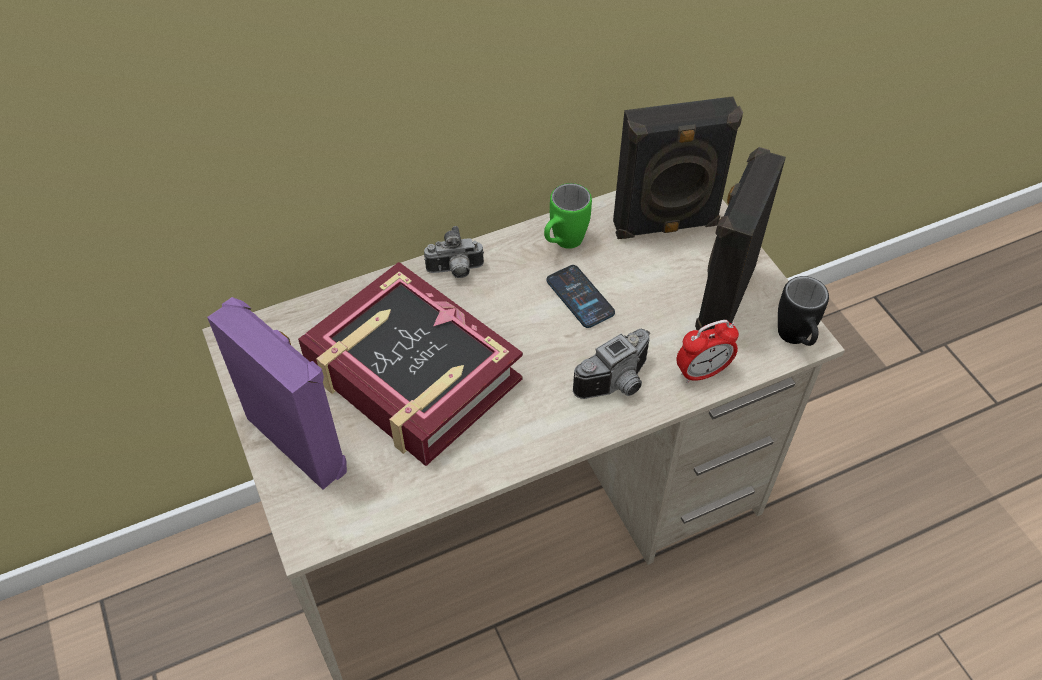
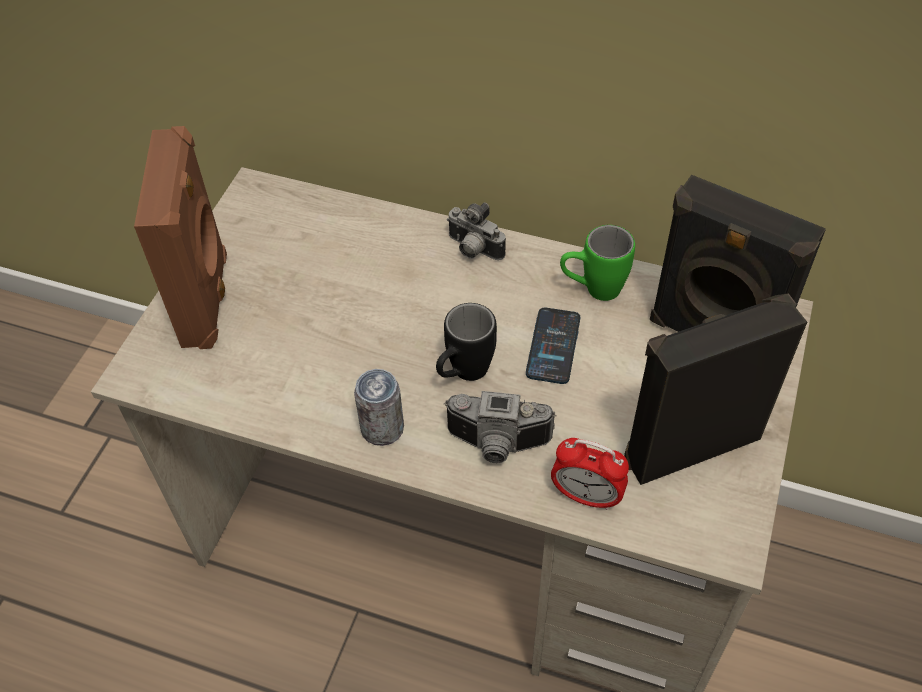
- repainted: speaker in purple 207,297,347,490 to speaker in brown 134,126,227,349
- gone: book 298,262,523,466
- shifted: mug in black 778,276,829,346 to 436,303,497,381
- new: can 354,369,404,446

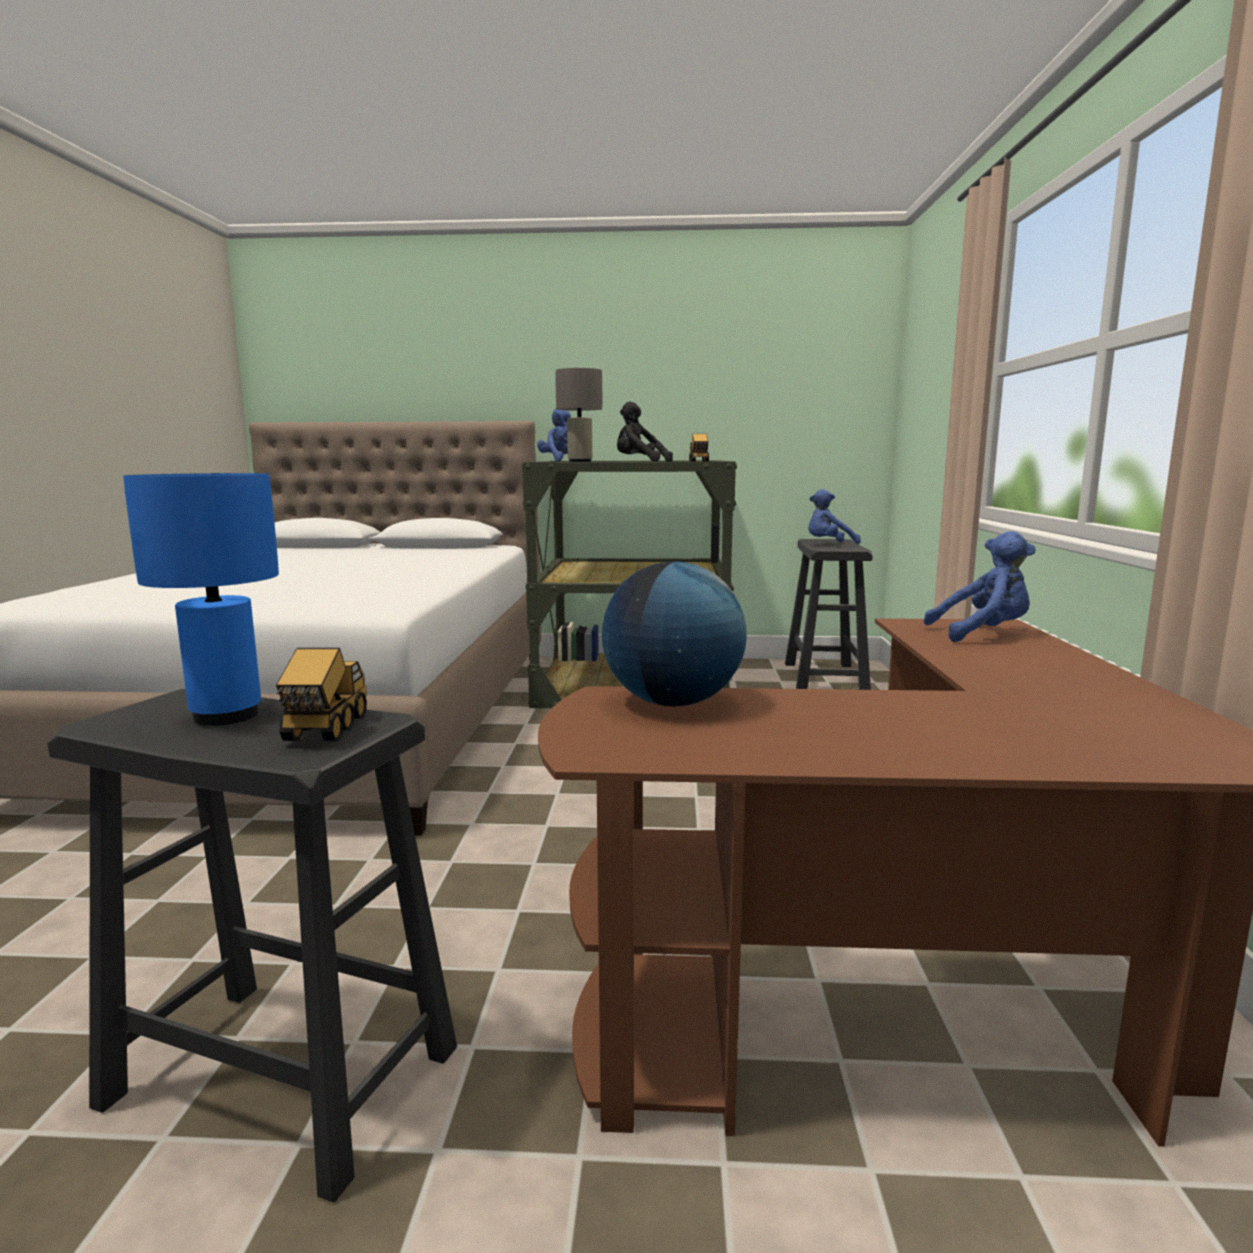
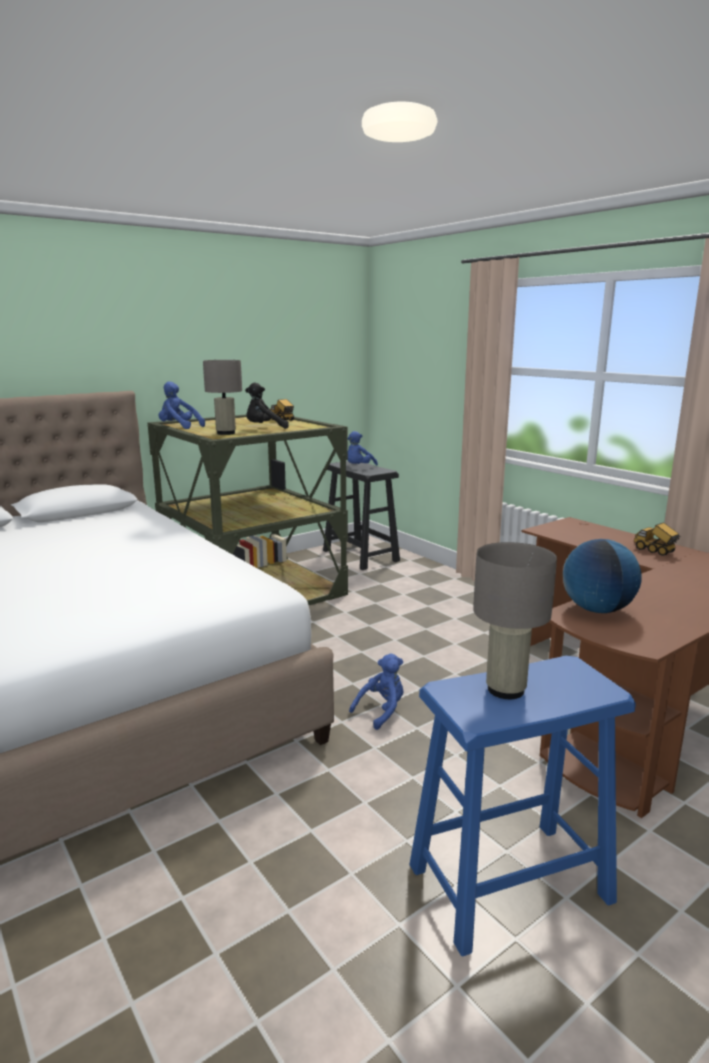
- repainted: stool in black 48,689,457,1202 to stool in blue 409,656,636,956
- repainted: table lamp in blue 123,473,279,726 to table lamp in grey 473,542,557,699
- shifted: toy truck 276,648,367,741 to 634,522,681,556
- shifted: plush toy in blue 924,531,1036,642 to 349,653,403,730

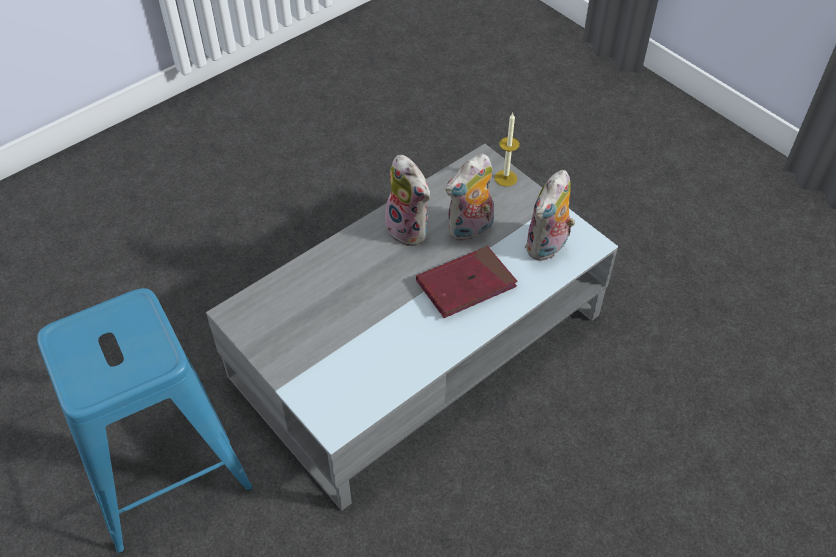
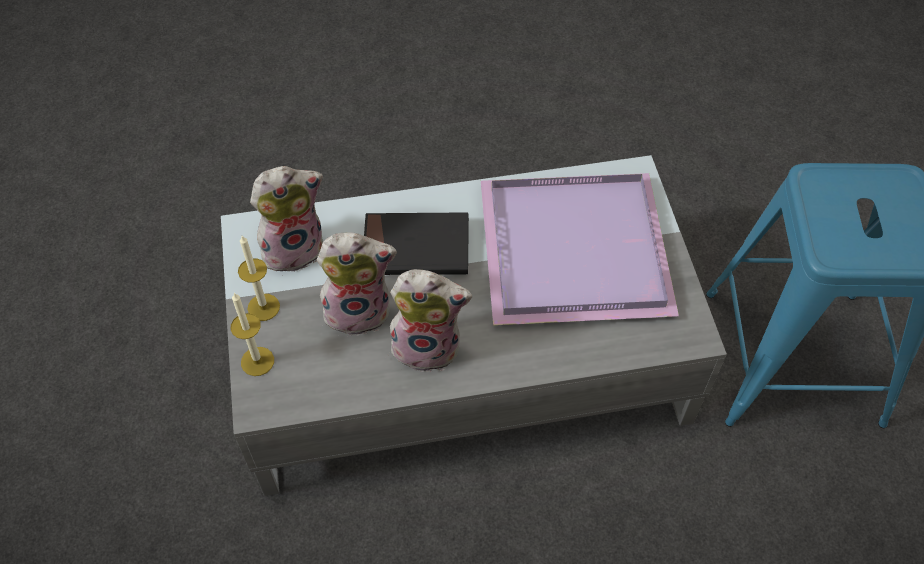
- rotated: plush toy 385,155,430,246 = 390,269,472,372 105 degrees clockwise
- repainted: book in red 416,246,517,318 to book in black 364,212,469,275
- new: candle 238,236,280,321
- new: tray in purple 481,173,679,325

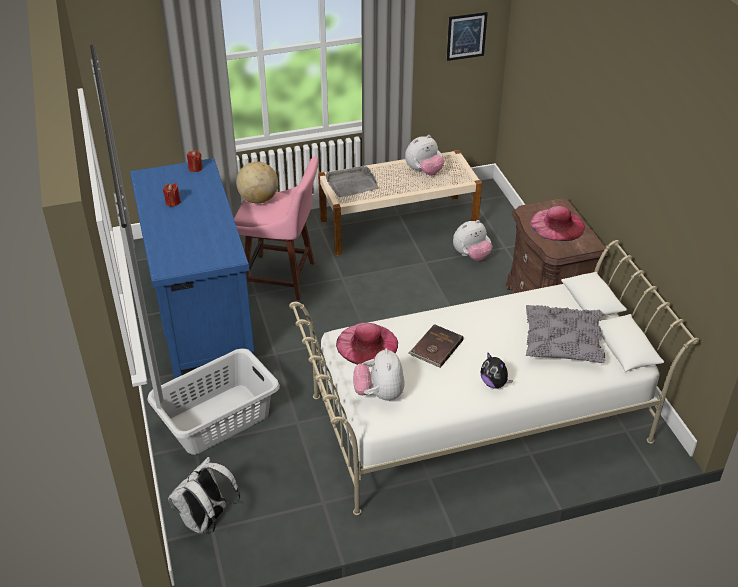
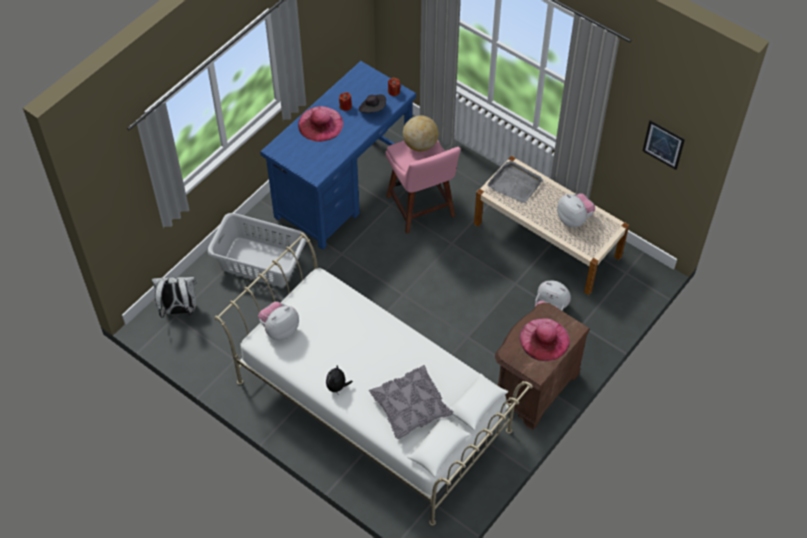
- shifted: hat in pink 336,323,398,365 to 298,106,343,142
- rotated: plush toy 405,135,444,175 = 557,193,595,228 150 degrees counterclockwise
- gone: book in brown 409,324,463,368
- new: hat in black 359,94,386,113

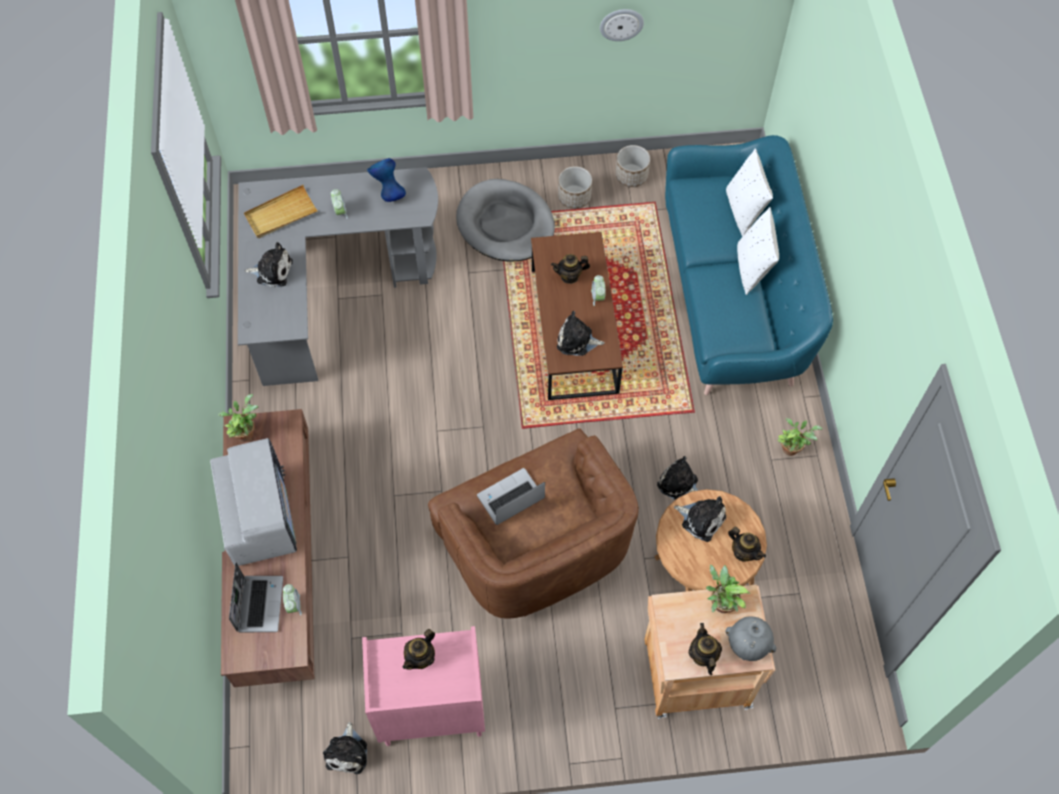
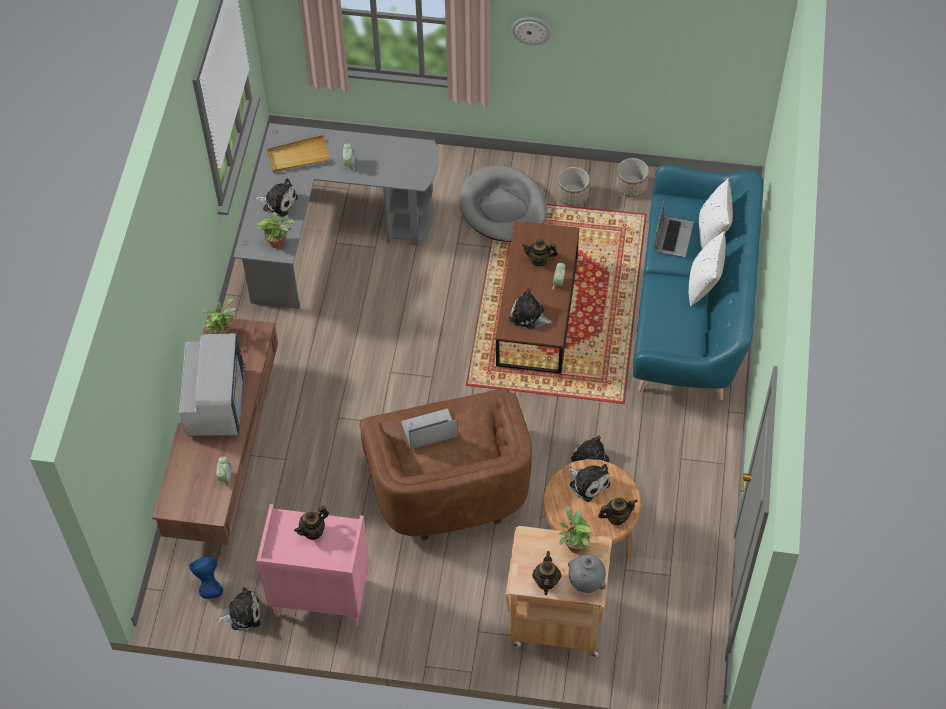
- shifted: laptop 229,563,283,632 to 654,198,694,257
- rotated: plush toy 323,722,367,774 = 217,587,261,630 120 degrees counterclockwise
- shifted: vase in blue 367,158,406,202 to 189,557,223,599
- shifted: wall clock 600,9,644,41 to 511,17,551,45
- rotated: teapot 728,527,766,562 = 598,497,637,525 75 degrees counterclockwise
- shifted: potted plant 777,418,823,456 to 257,212,296,248

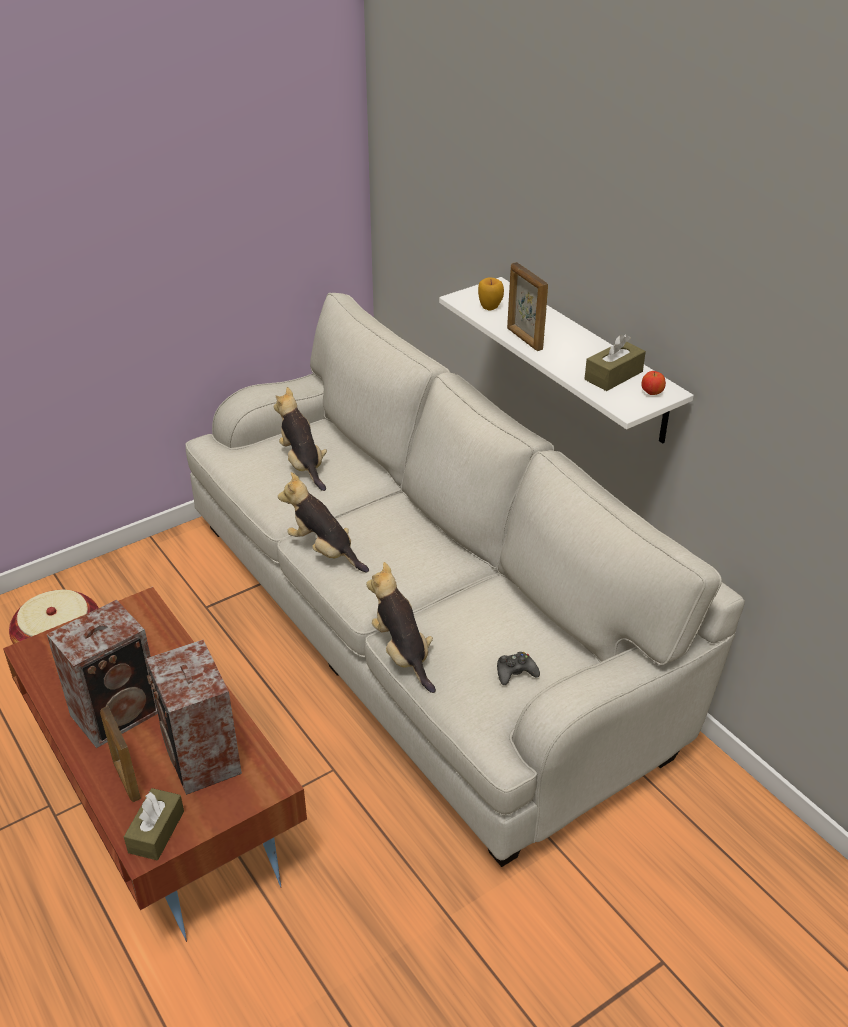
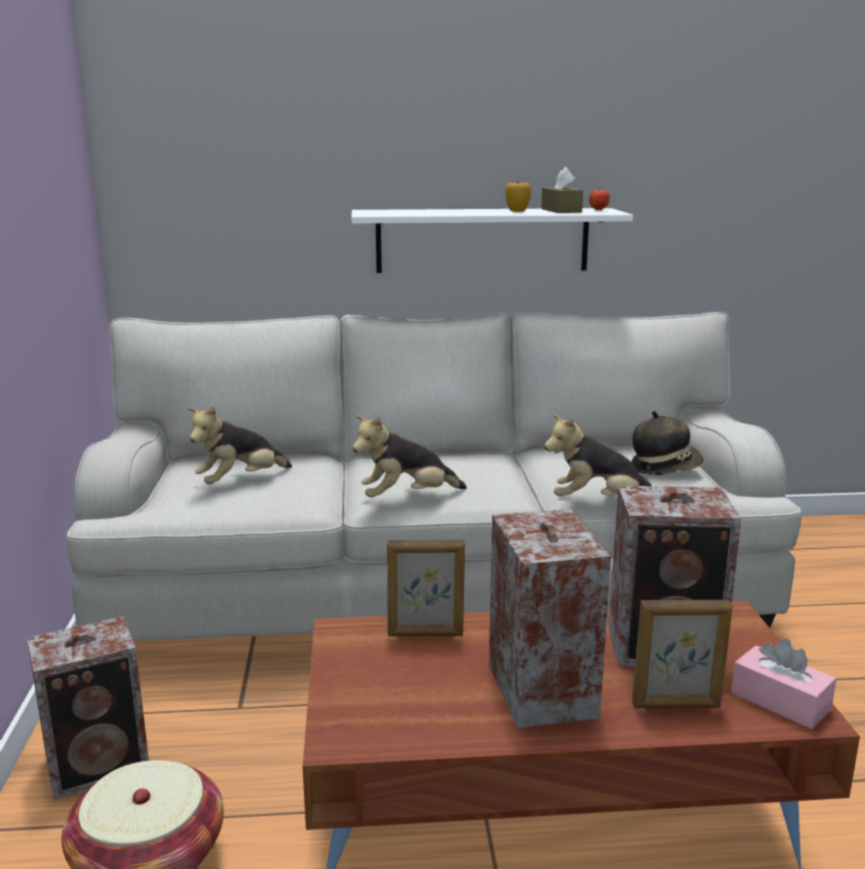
- repainted: tissue box in brown 124,788,184,860 to tissue box in pink 731,639,836,729
- rotated: plush toy 274,387,327,491 = 187,406,292,484 45 degrees counterclockwise
- shifted: apple 478,277,504,310 to 505,181,531,212
- swapped: game controller in black 497,652,540,685 to hat 631,411,703,475
- shifted: picture frame 507,262,548,351 to 387,540,465,636
- new: speaker 27,616,149,800

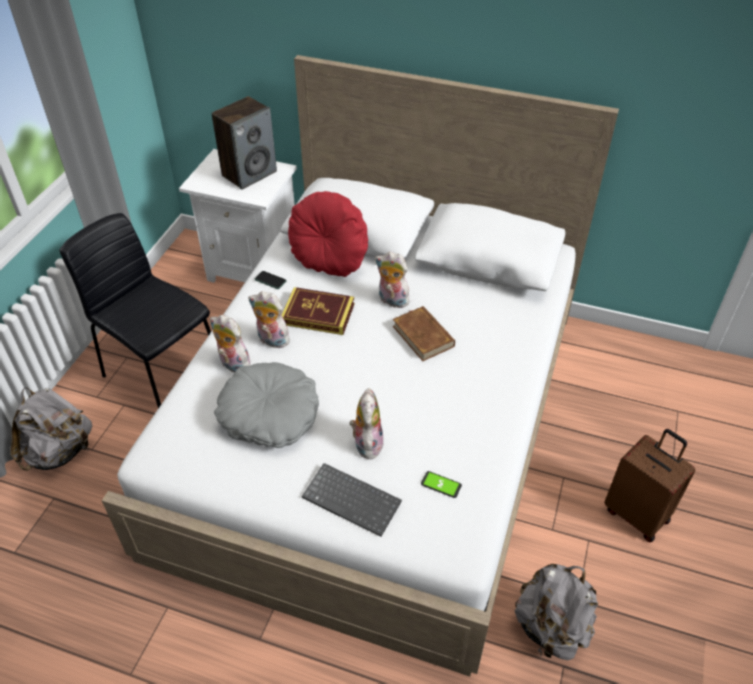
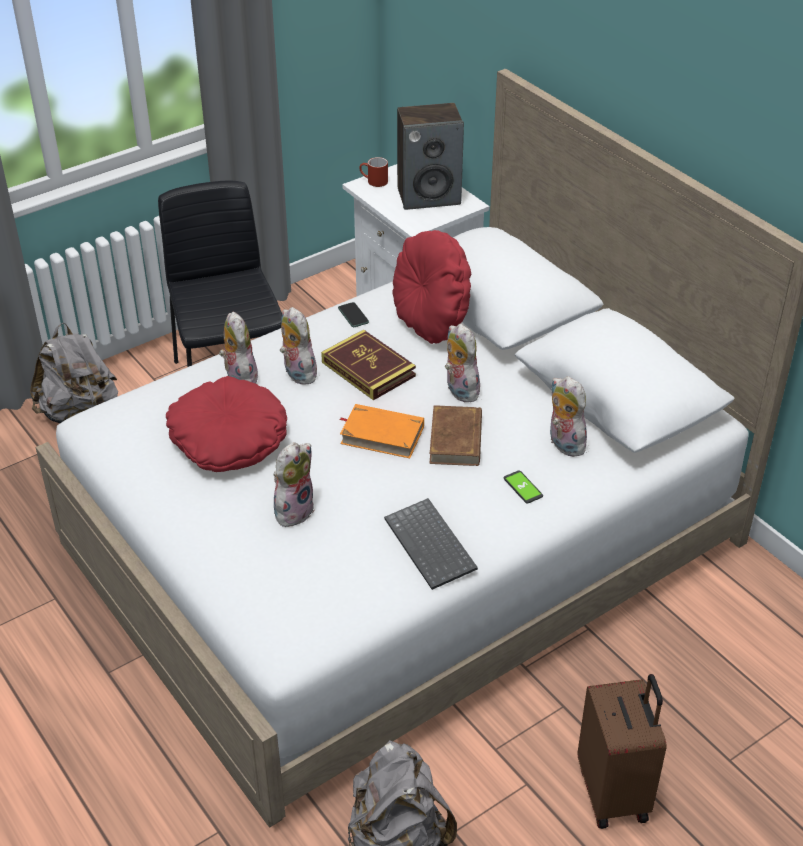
- repainted: pillow in grey 214,362,319,448 to pillow in red 166,376,287,472
- shifted: keyboard 302,463,402,537 to 384,498,478,590
- shifted: phone 421,471,462,498 to 504,471,543,503
- new: book in orange 339,404,424,458
- new: mug in red 359,157,388,187
- new: plush toy 550,376,587,457

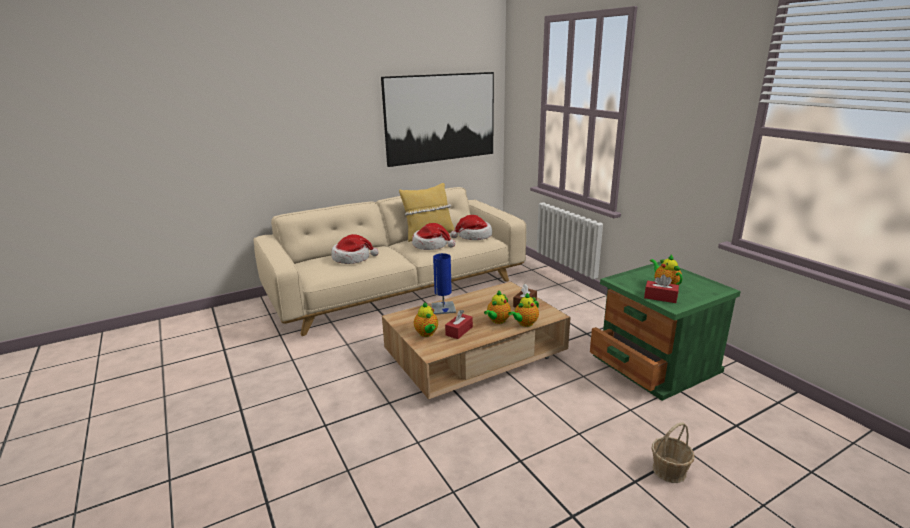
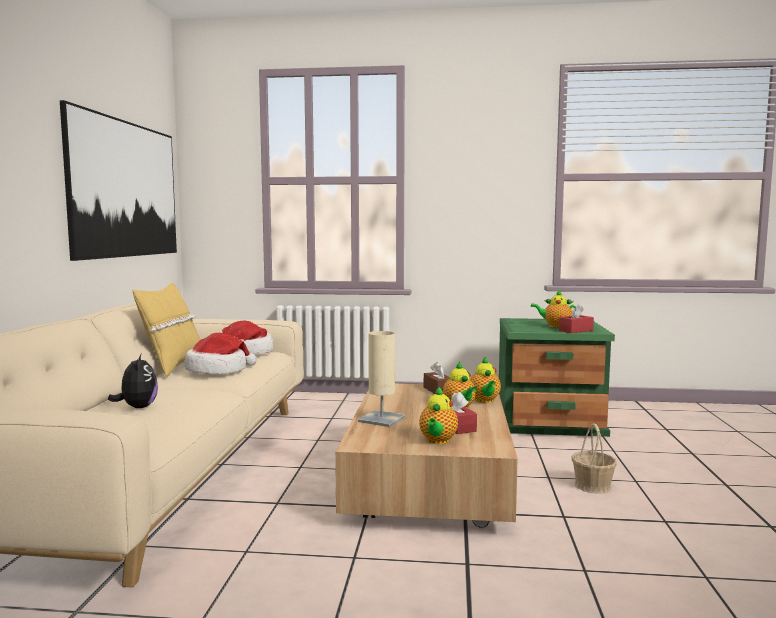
- swapped: hat 331,234,379,264 to plush toy 108,354,158,408
- rotated: teapot 414,302,438,337 = 419,386,458,444 90 degrees clockwise
- repainted: table lamp in blue 431,253,456,315 to table lamp in beige 358,331,405,427
- shifted: basket 652,423,694,483 to 572,424,617,494

